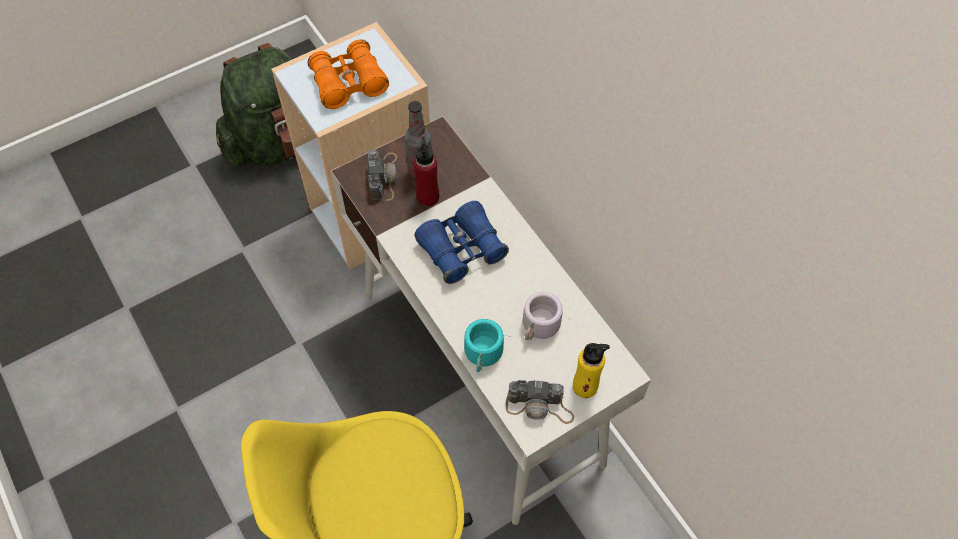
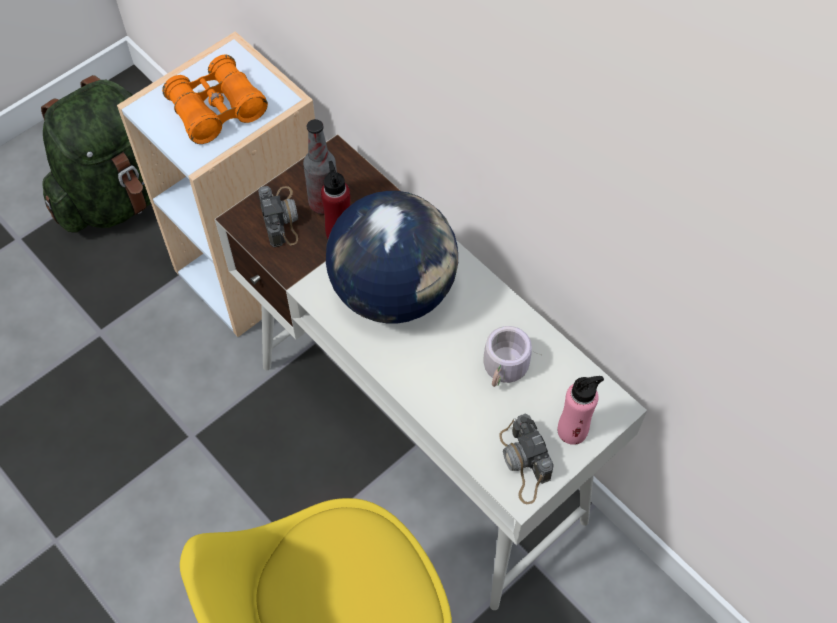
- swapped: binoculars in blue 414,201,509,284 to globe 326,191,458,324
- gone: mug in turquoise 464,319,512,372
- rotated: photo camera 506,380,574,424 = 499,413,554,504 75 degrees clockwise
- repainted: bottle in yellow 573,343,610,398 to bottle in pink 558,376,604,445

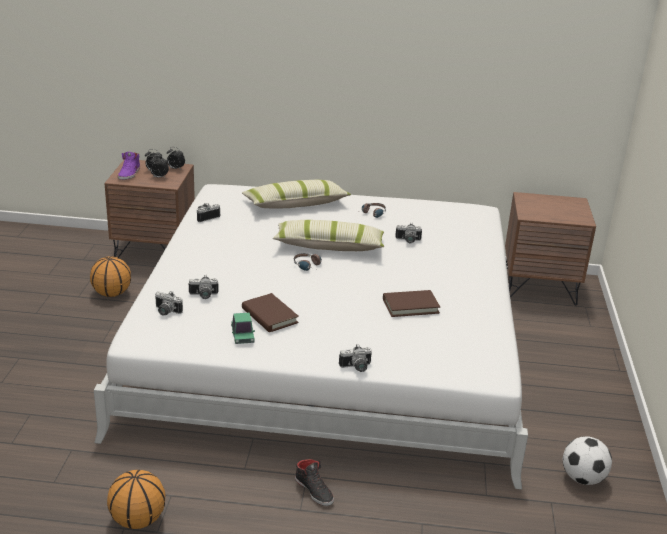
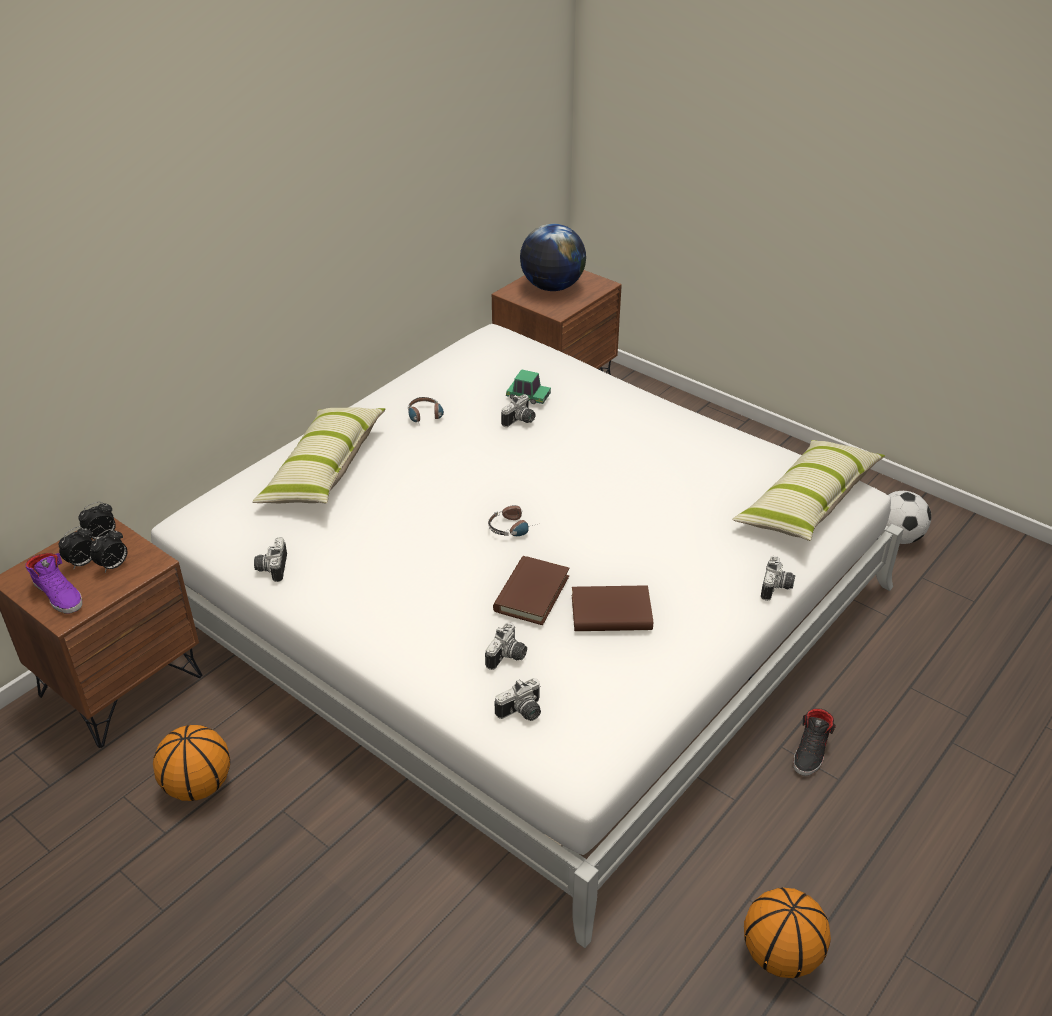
- shifted: toy car 231,312,255,344 to 506,369,551,404
- shifted: pillow 273,220,384,251 to 732,440,885,541
- rotated: shoe in black 295,459,334,506 = 793,708,836,776 120 degrees clockwise
- shifted: book in brown 383,290,440,317 to 493,556,570,625
- new: globe 520,224,586,291

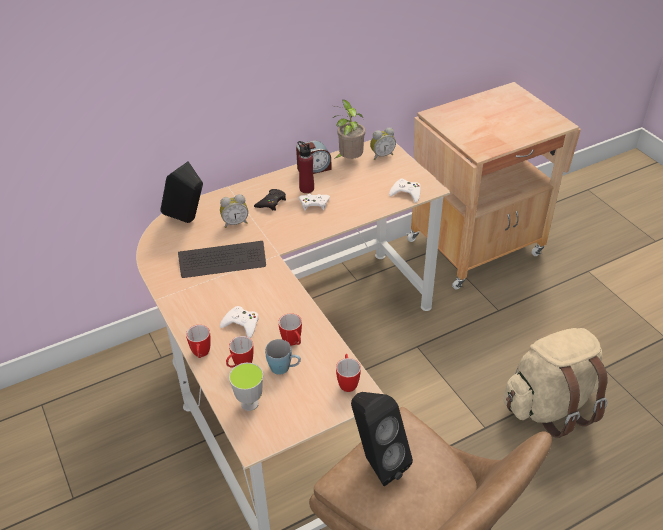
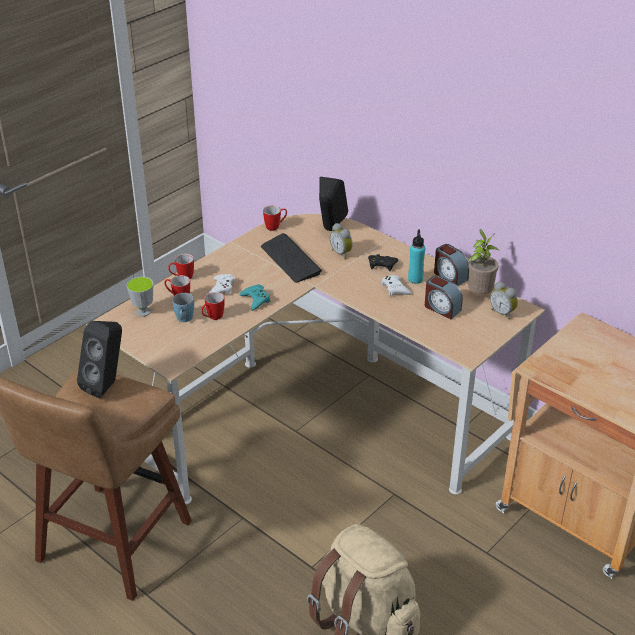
- repainted: bottle in red 298,141,314,193 to bottle in turquoise 408,229,425,284
- shifted: mug 336,354,361,392 to 263,206,287,231
- gone: game controller in white 389,178,421,203
- new: game controller in turquoise 240,284,270,311
- new: alarm clock 425,275,463,319

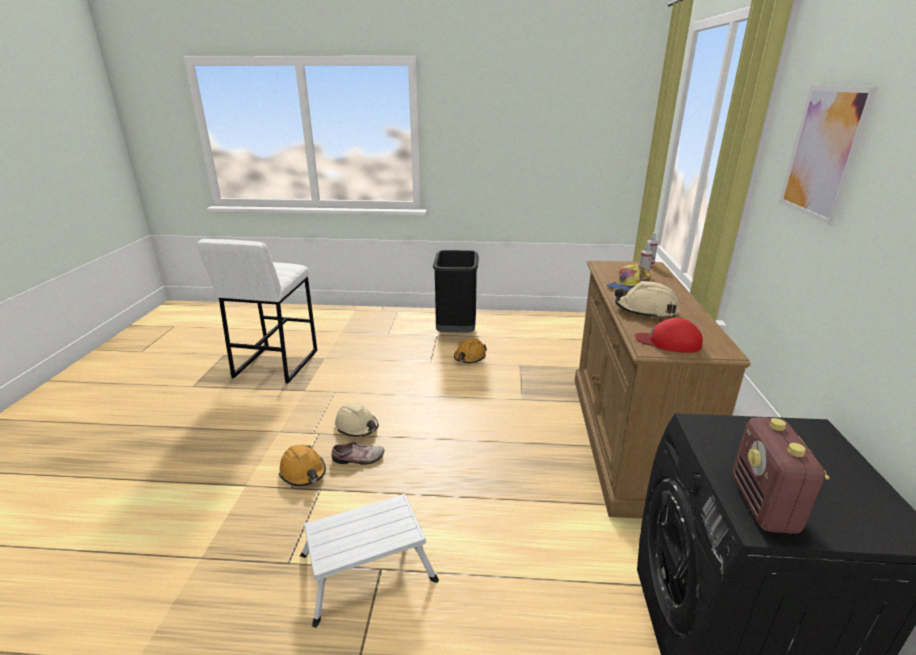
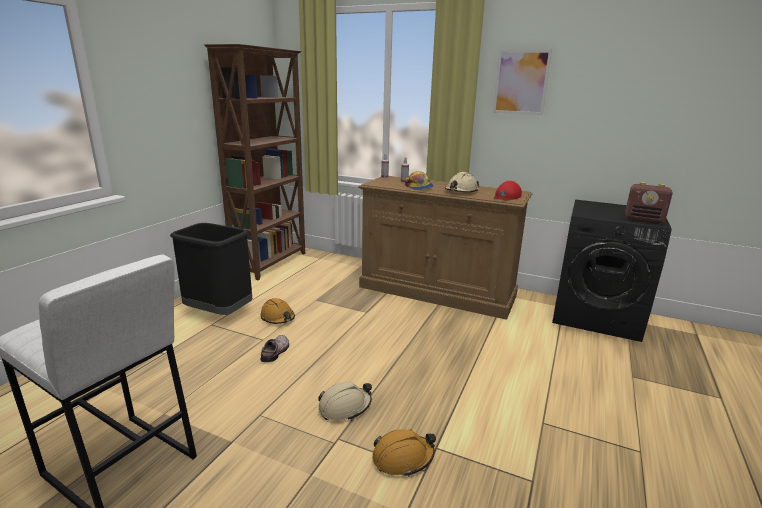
- gone: step ladder in white 300,493,439,628
- shifted: shoe 332,441,384,465 to 260,335,289,362
- new: bookcase in brown 204,44,305,280

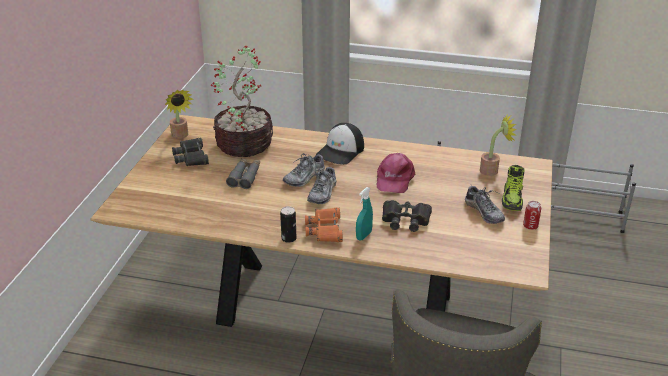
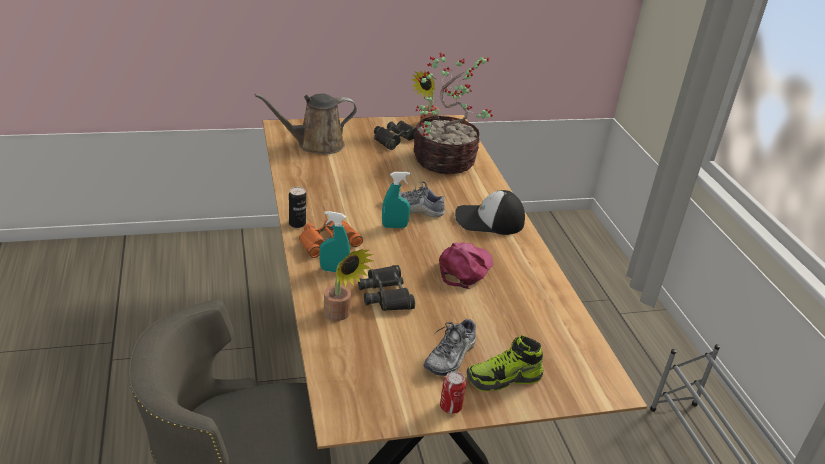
- gone: binoculars in grey 226,158,260,189
- swapped: shoe 307,166,336,204 to spray bottle in turquoise 382,172,410,228
- rotated: cap in pink 376,153,415,193 = 439,243,493,289 135 degrees clockwise
- shifted: potted plant 480,113,517,176 to 324,249,373,321
- new: watering can in brown 255,93,357,154

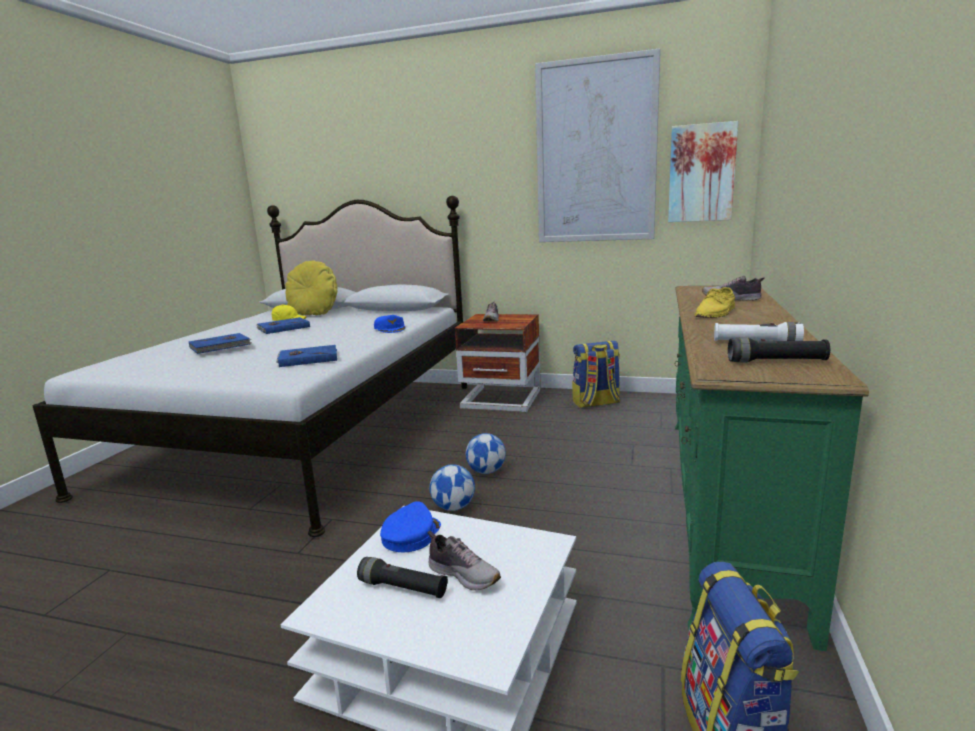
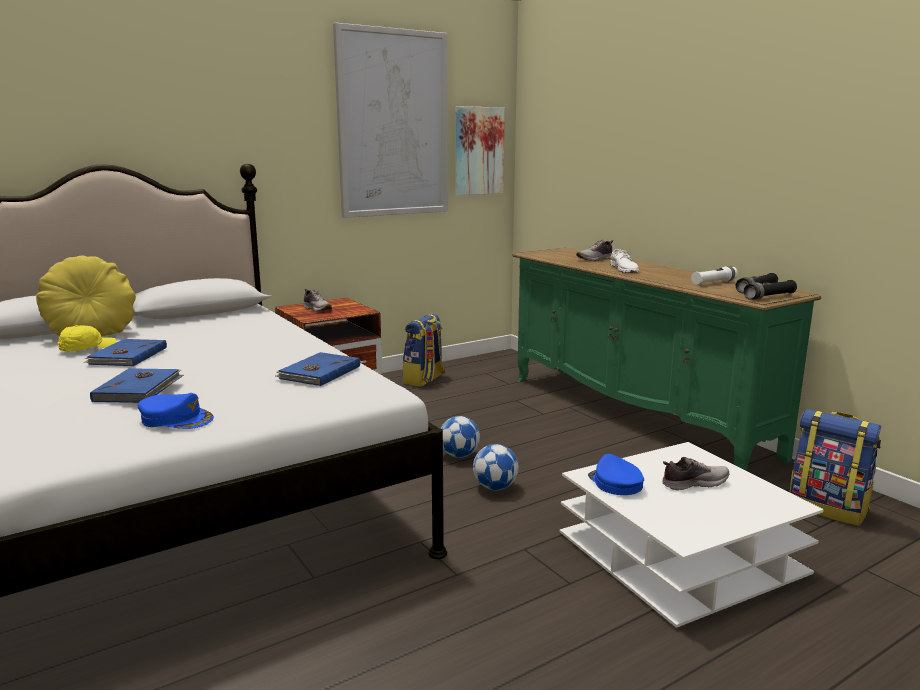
- shifted: flashlight in black 357,557,448,598 to 744,280,797,300
- shifted: cap in blue 374,315,405,333 to 137,393,214,429
- repainted: shoe in yellow 694,287,735,318 to shoe in white 610,249,639,273

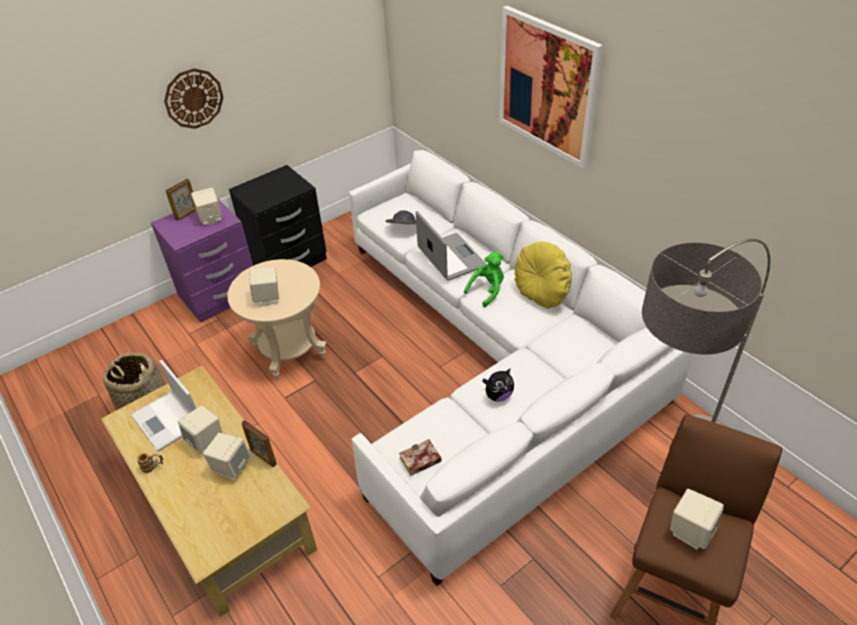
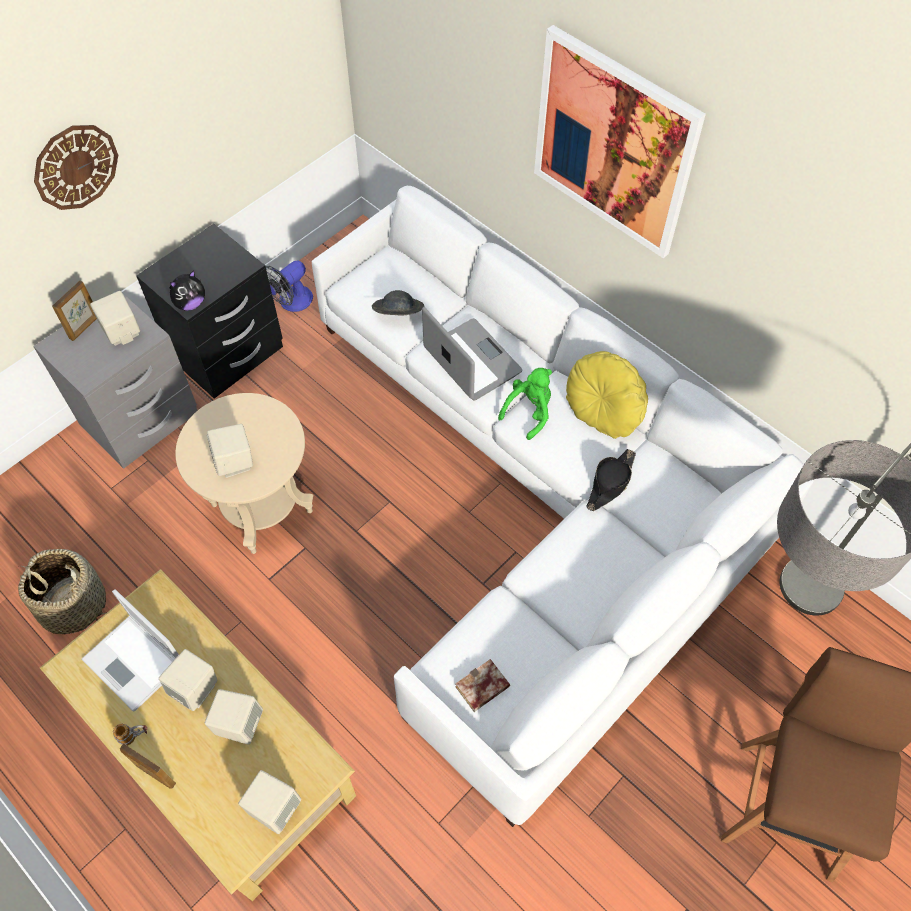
- repainted: nightstand in purple 151,198,253,323 to nightstand in grey 33,290,198,469
- shifted: picture frame 241,420,277,467 to 120,743,176,789
- shifted: plush toy 482,368,514,402 to 170,270,205,311
- shifted: speaker in beige 670,489,724,550 to 239,770,301,834
- new: fan 265,261,313,312
- new: hat in black 586,449,636,511

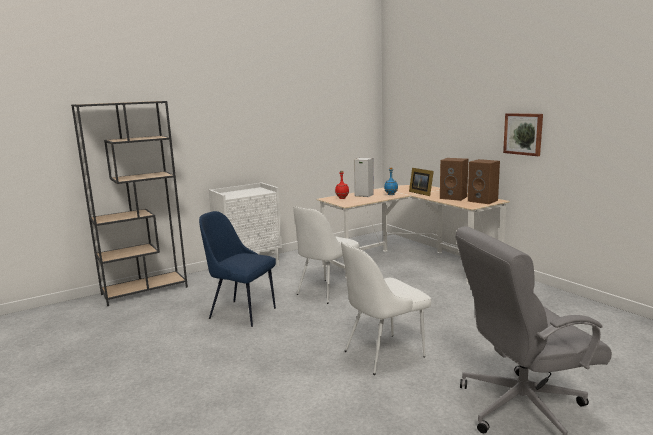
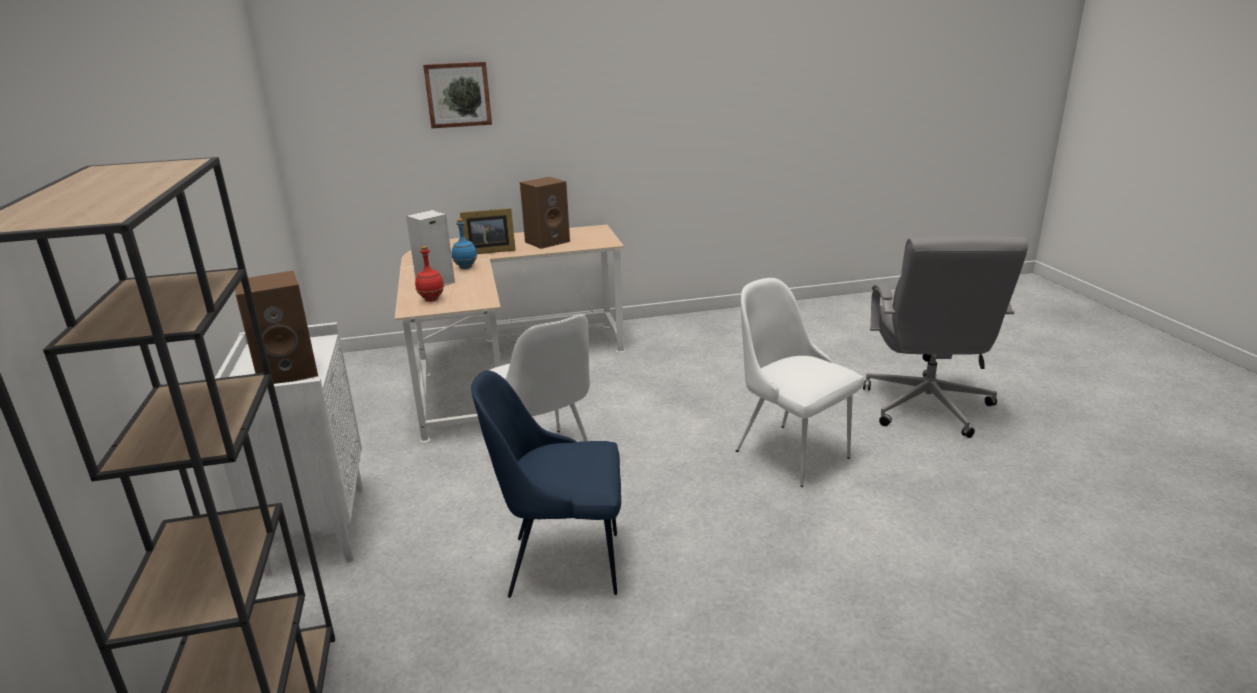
- rotated: chair in blue 199,211,276,327 = 471,370,621,598 45 degrees clockwise
- rotated: chair in white 341,241,431,375 = 736,278,864,487 150 degrees clockwise
- shifted: speaker in brown 468,159,500,204 to 235,271,318,384
- shifted: picture 503,113,543,156 to 423,61,492,128

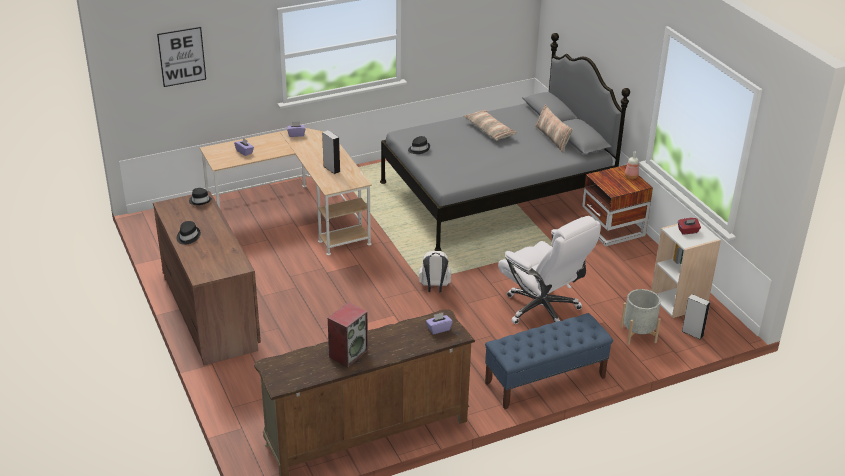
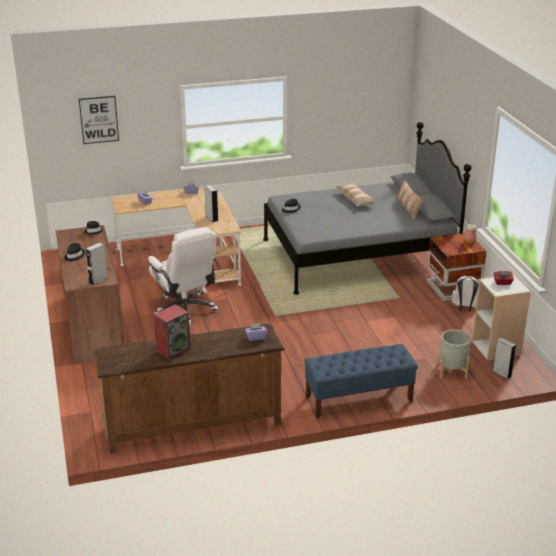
- shifted: backpack in white 419,251,451,293 to 452,276,479,312
- shifted: office chair in white 498,216,601,324 to 148,227,218,325
- new: speaker in grey 85,242,107,285

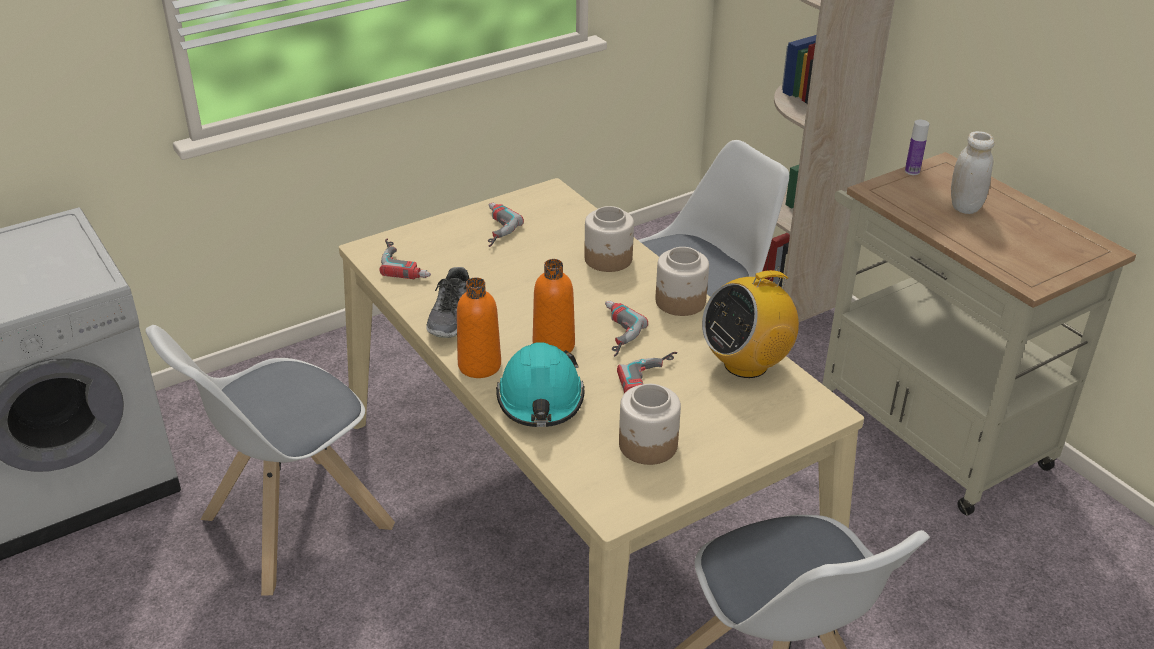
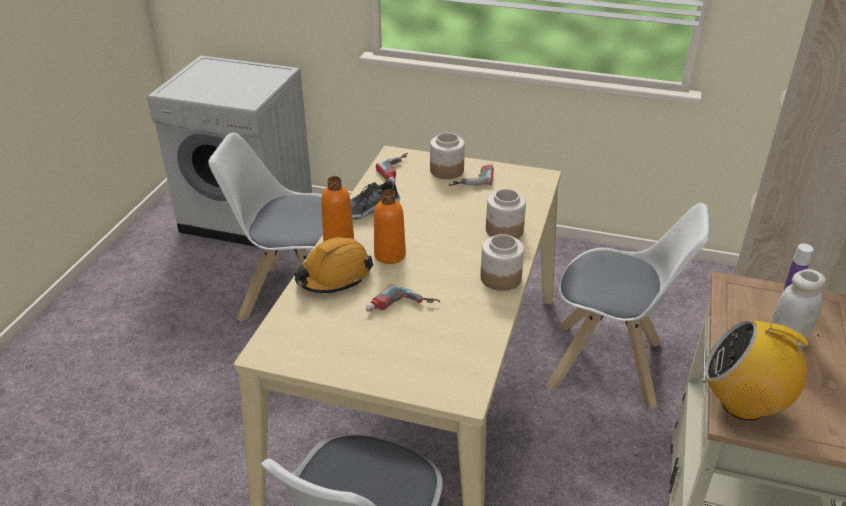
- repainted: hard hat in turquoise 496,342,585,427 to hard hat in orange 295,237,373,293
- gone: power drill 605,301,648,357
- shifted: jar 619,384,681,465 to 430,133,465,179
- shifted: radio 702,266,799,378 to 704,320,819,420

